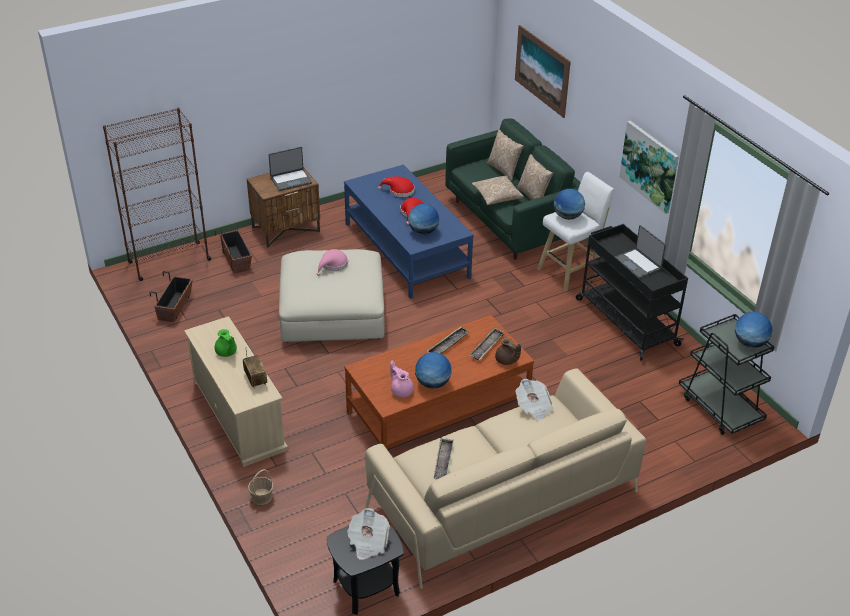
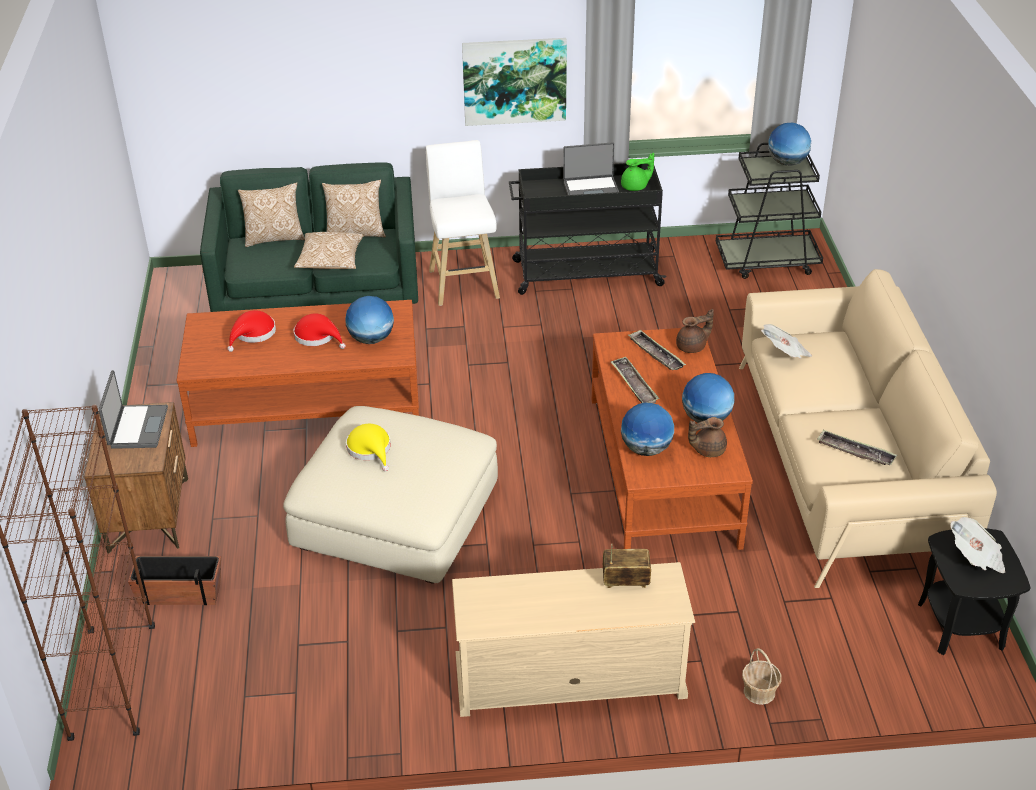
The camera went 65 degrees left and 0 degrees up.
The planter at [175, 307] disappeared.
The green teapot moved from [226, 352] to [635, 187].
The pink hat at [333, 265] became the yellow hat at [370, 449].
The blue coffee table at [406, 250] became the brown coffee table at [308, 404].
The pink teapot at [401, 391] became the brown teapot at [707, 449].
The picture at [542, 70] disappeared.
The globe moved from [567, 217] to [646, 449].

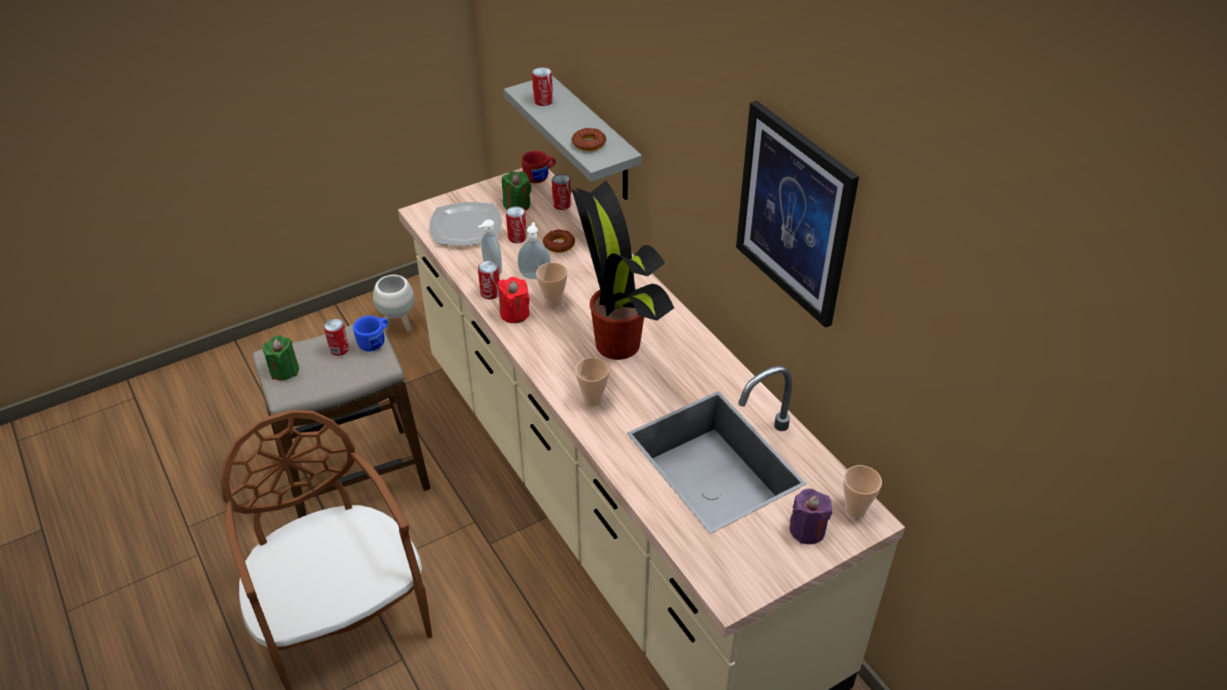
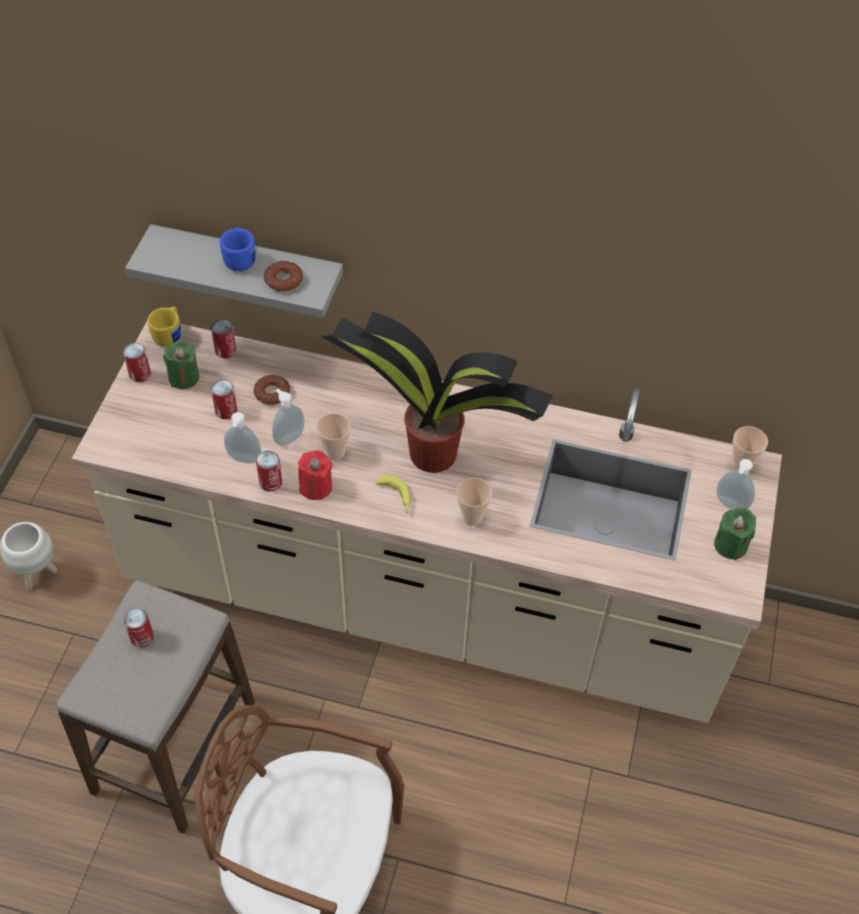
The camera went 45 degrees left and 10 degrees up.
The green candle moved from [284, 370] to [730, 545].
The blue mug moved from [375, 342] to [240, 258].
The plate at [466, 227] disappeared.
The red mug at [540, 177] became the yellow mug at [169, 334].
The can moved from [543, 101] to [140, 374].
The picture at [794, 214] disappeared.
The purple candle at [807, 530] was replaced by the soap dispenser at [730, 505].
The banana at [396, 498] appeared.

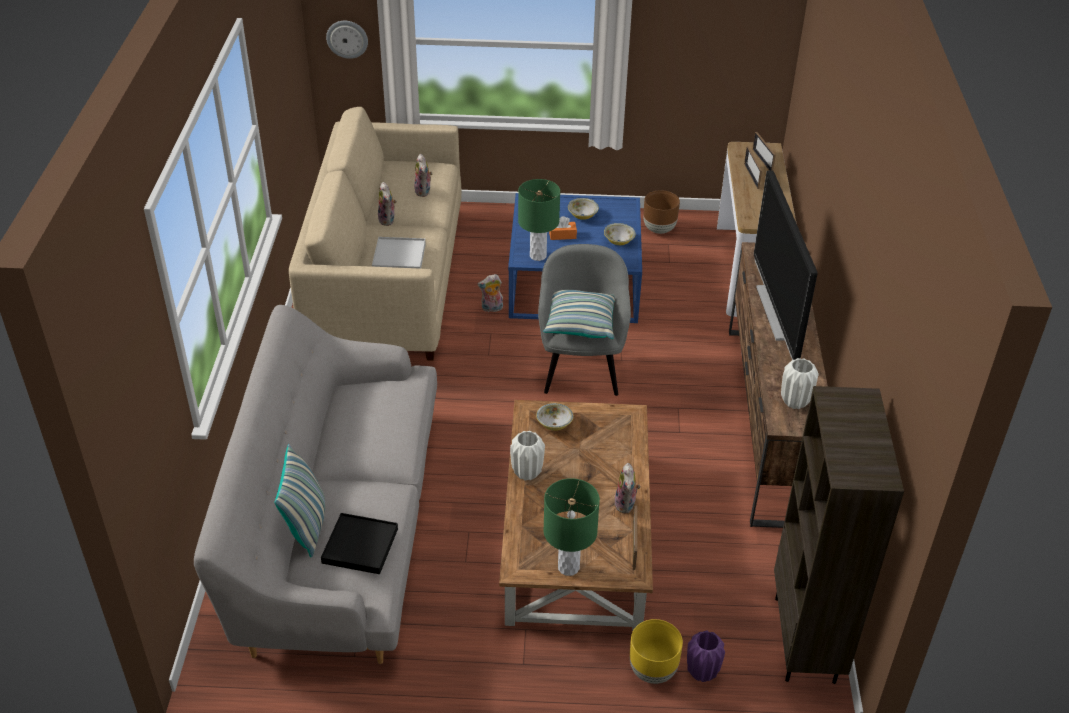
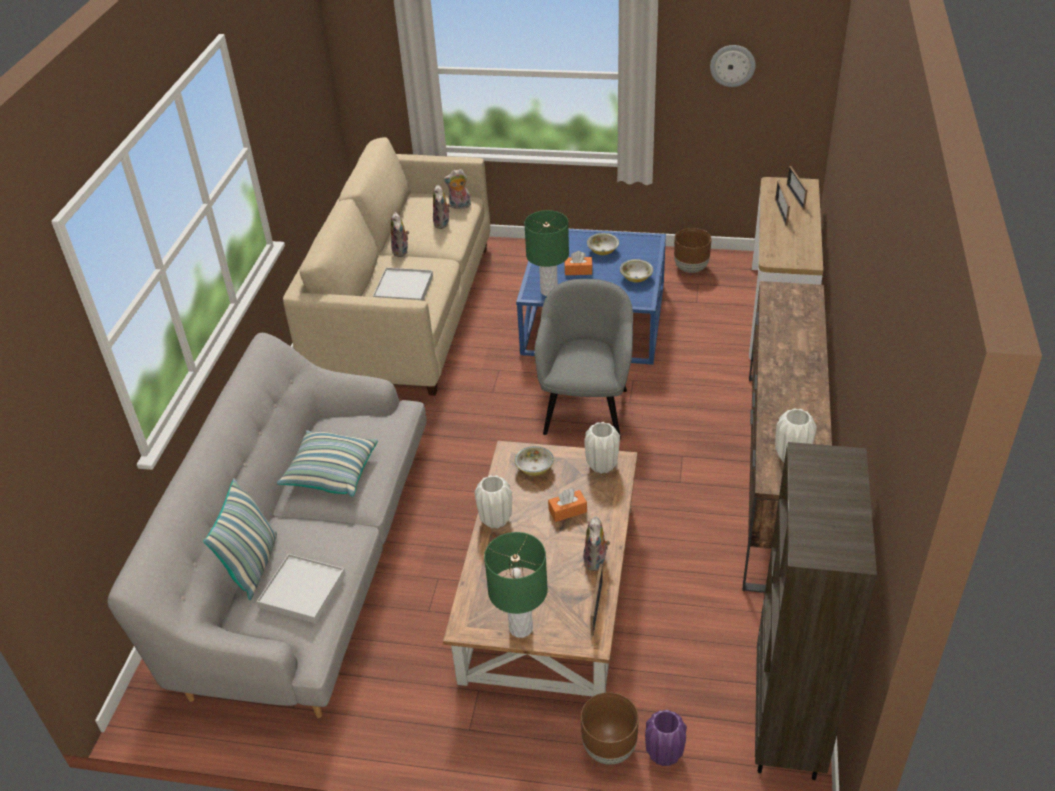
The camera went 10 degrees right and 0 degrees up.
The black tray at [360, 546] became the white tray at [302, 591].
The wall clock moved from [347, 38] to [732, 65].
The plush toy moved from [491, 309] to [459, 206].
The pillow moved from [580, 324] to [331, 473].
The yellow planter at [653, 671] became the brown planter at [610, 748].
The television at [779, 312] disappeared.
The orange tissue box at [567, 511] appeared.
The white vase at [601, 466] appeared.

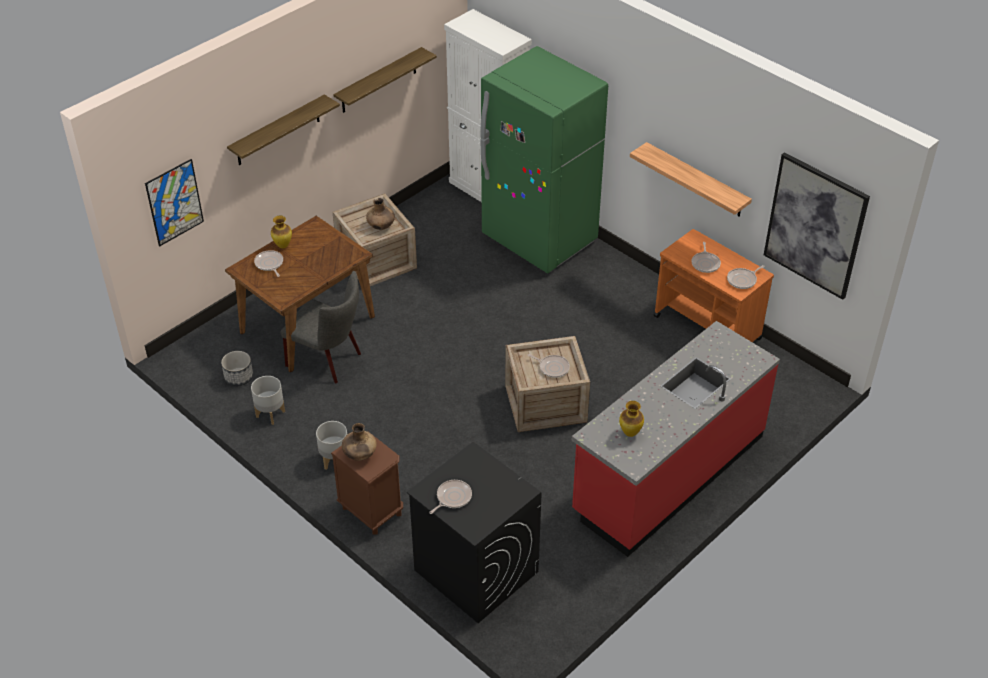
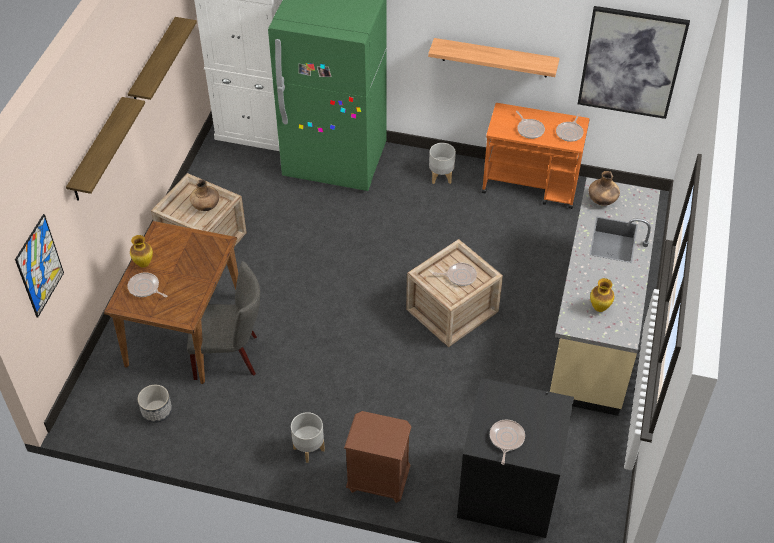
The camera went 30 degrees left and 5 degrees up.
The grey planter moved from [271, 414] to [441, 177].
The brown vase moved from [360, 454] to [602, 200].
The red counter at [668, 474] became the beige counter at [594, 327].

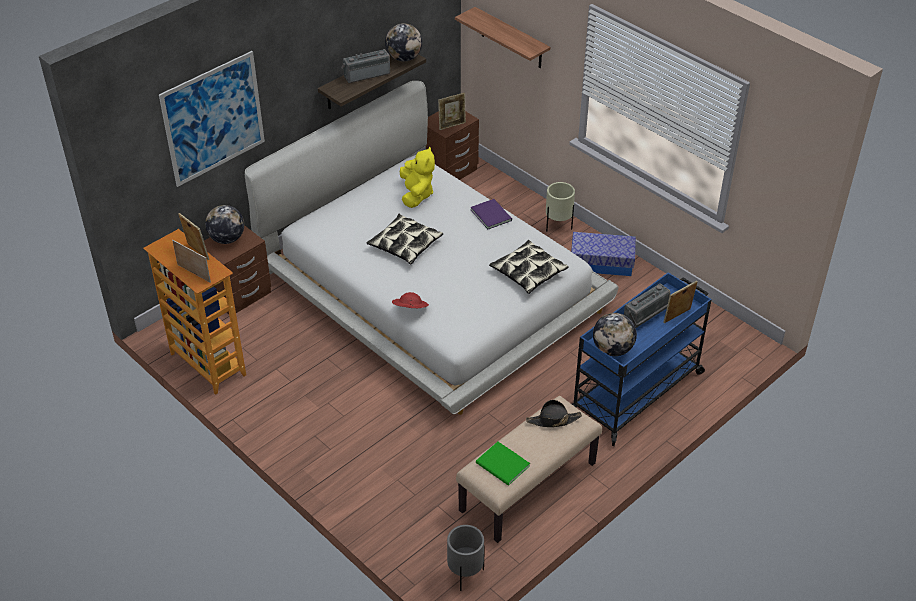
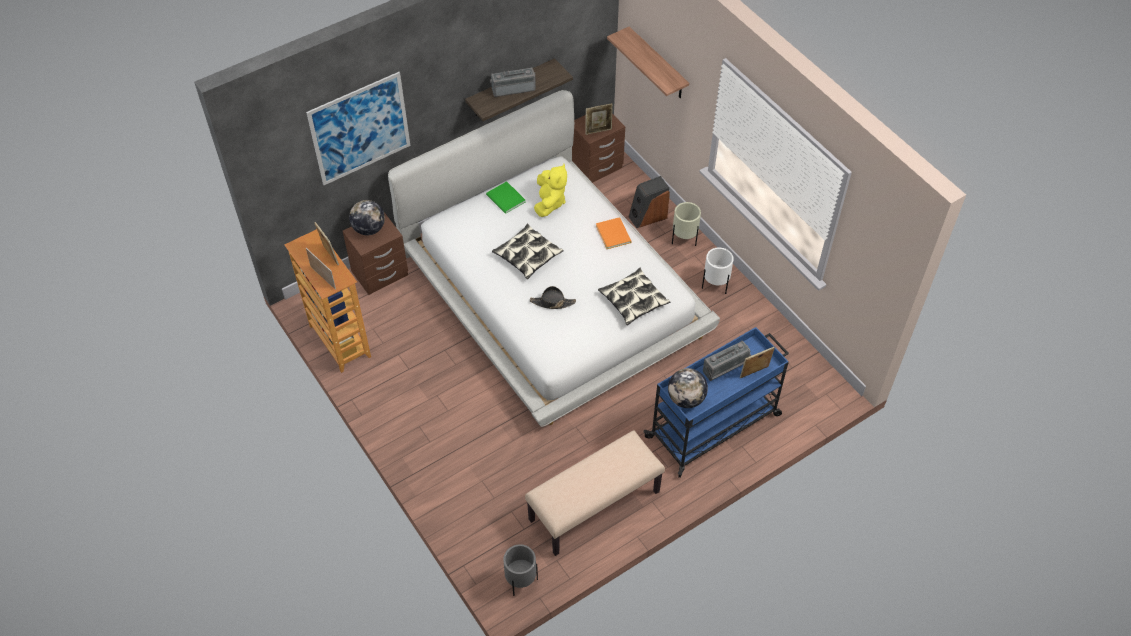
The camera went 10 degrees right and 10 degrees up.
The globe at [404, 58] disappeared.
The red hat at [410, 309] disappeared.
The purple book at [491, 214] became the orange book at [613, 233].
The green book moved from [503, 466] to [505, 199].
The black hat moved from [553, 420] to [552, 302].
The storage box at [601, 263] was replaced by the white planter at [715, 285].
The speaker at [647, 216] appeared.

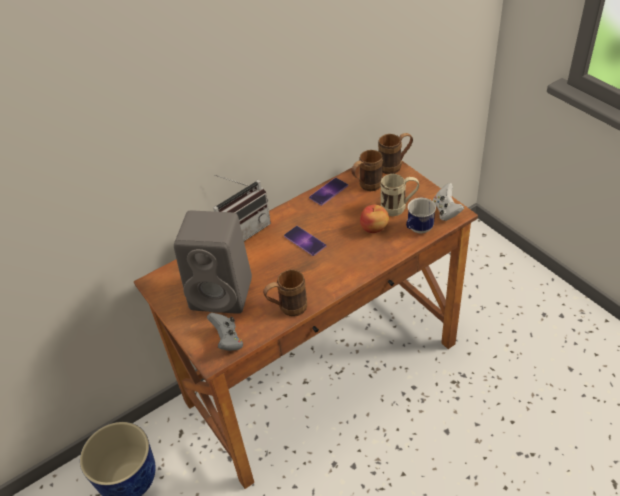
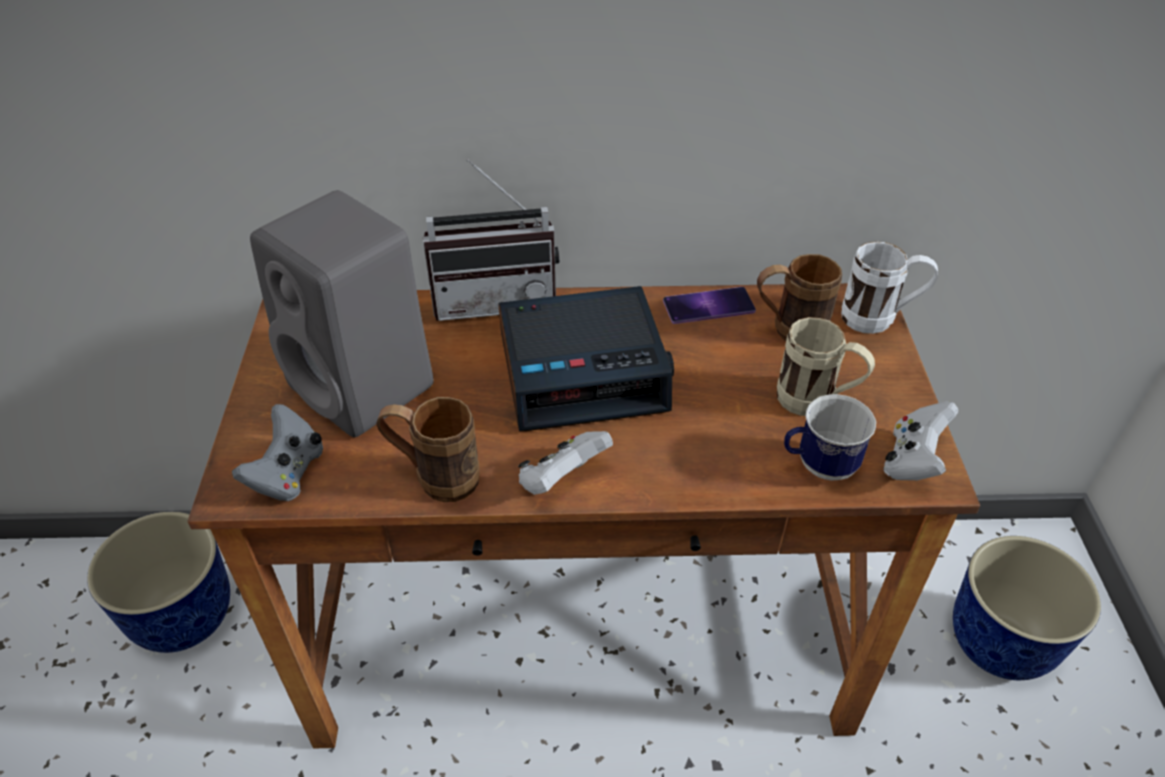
The camera went 30 degrees right and 0 degrees up.
The phone at [304, 241] was replaced by the alarm clock at [584, 371].
The apple at [374, 228] disappeared.
The brown mug at [395, 166] became the white mug at [879, 320].
The white game controller at [562, 480] appeared.
The planter at [999, 643] appeared.

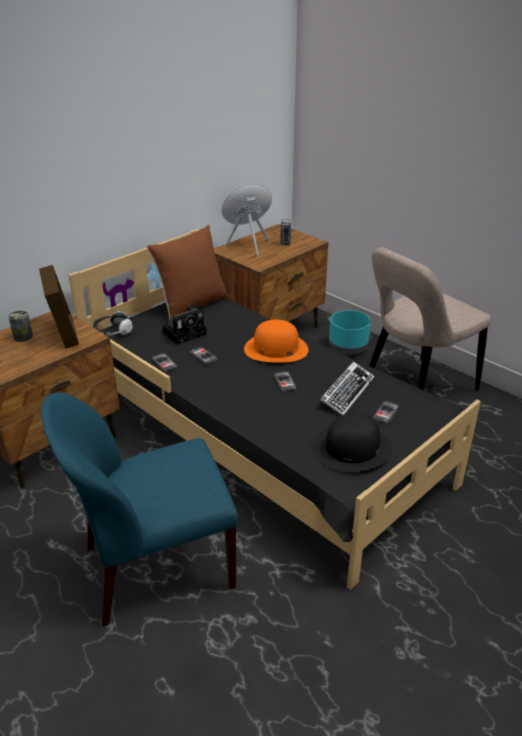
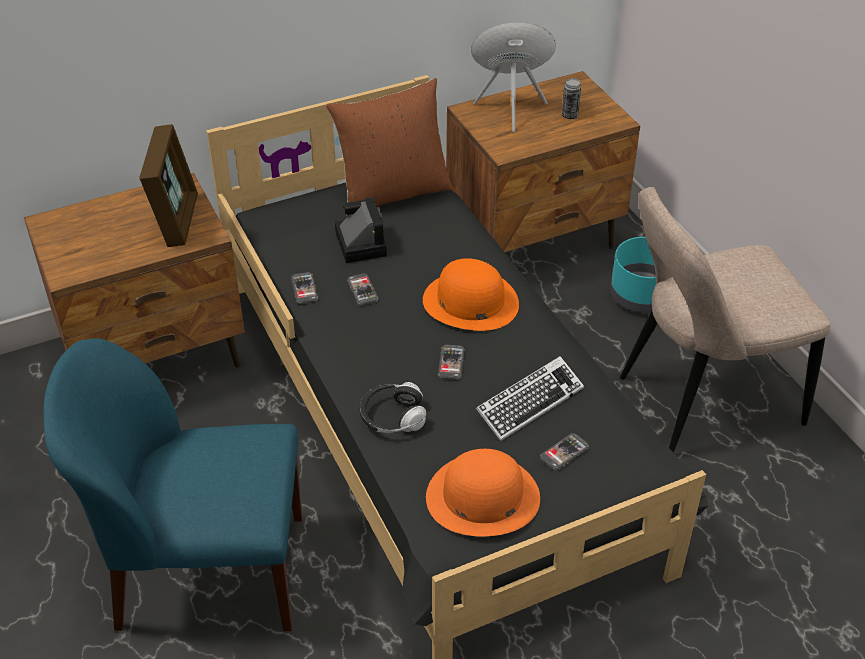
The camera went 20 degrees right and 10 degrees up.
The can at [23, 337] disappeared.
The headphones moved from [112, 331] to [392, 417].
The photo camera at [186, 332] turned 90 degrees counterclockwise.
The black hat at [352, 448] became the orange hat at [482, 497].

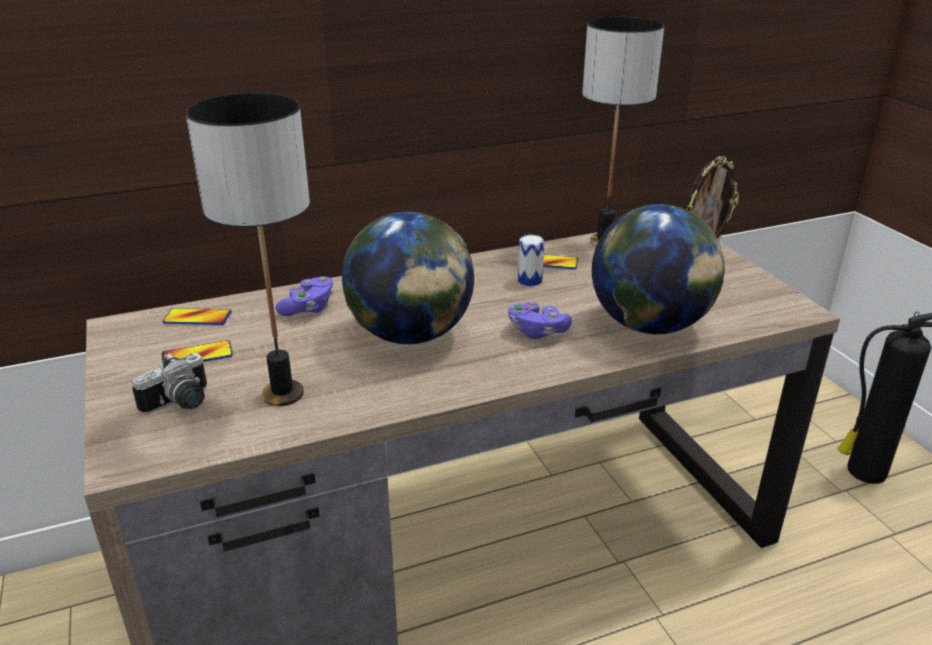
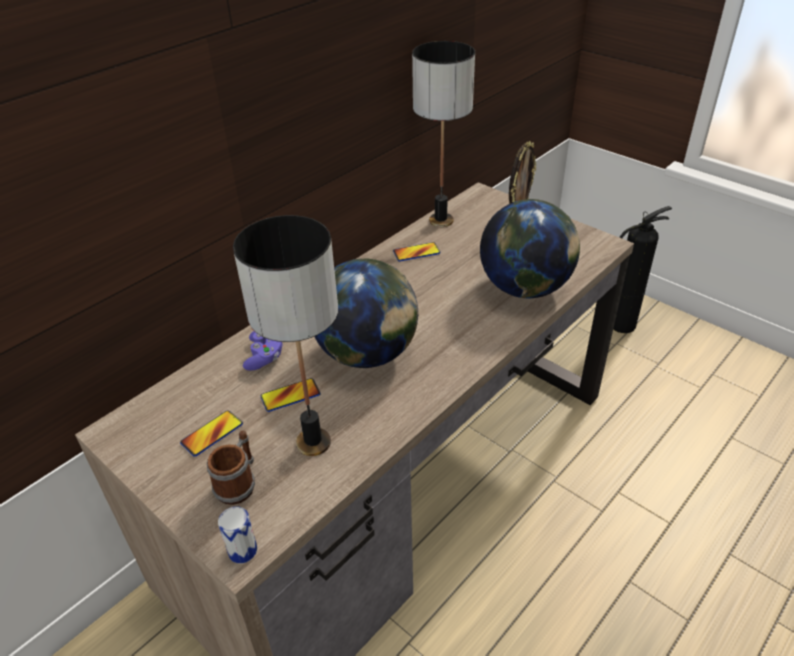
The camera went 25 degrees left and 10 degrees up.
The photo camera at [180, 404] was replaced by the mug at [239, 483].
The phone moved from [197, 318] to [290, 396].
The purple game controller at [537, 331] disappeared.
The can moved from [530, 281] to [242, 550].

